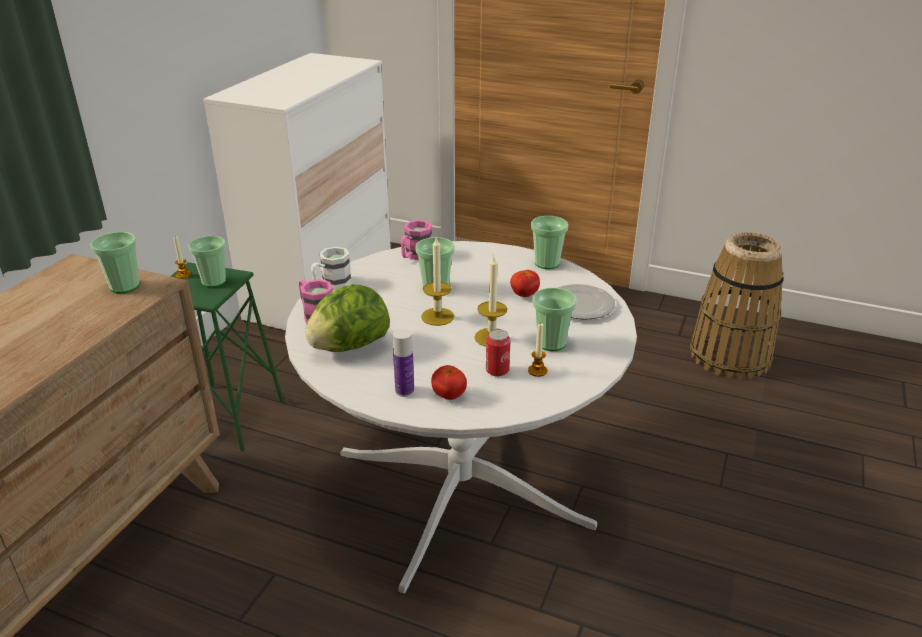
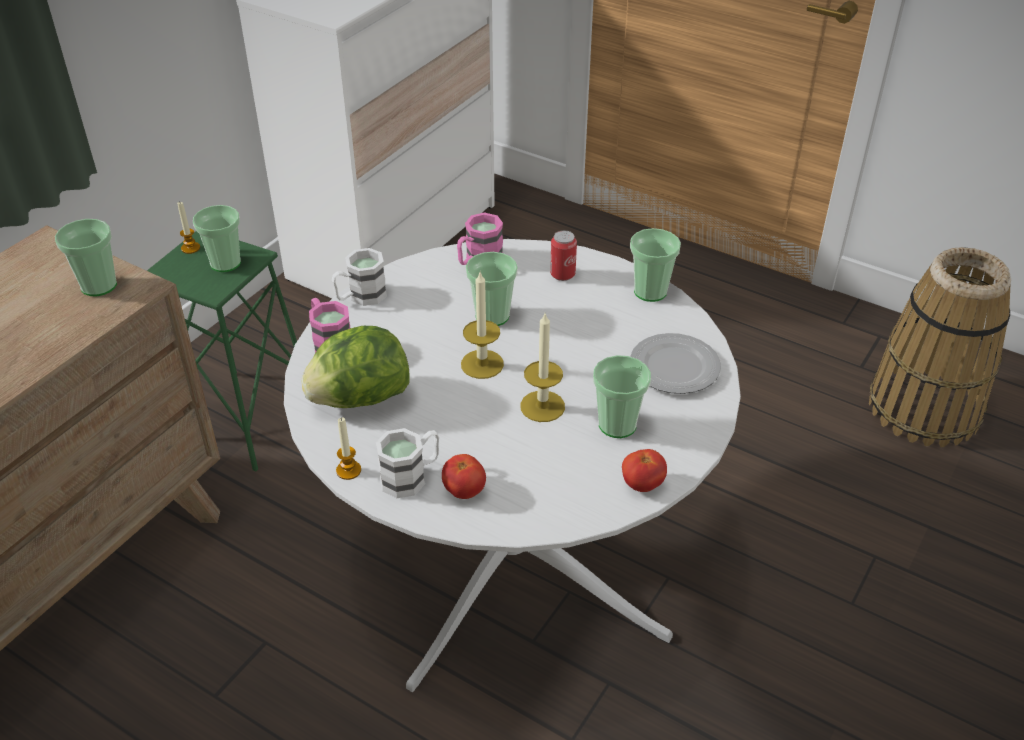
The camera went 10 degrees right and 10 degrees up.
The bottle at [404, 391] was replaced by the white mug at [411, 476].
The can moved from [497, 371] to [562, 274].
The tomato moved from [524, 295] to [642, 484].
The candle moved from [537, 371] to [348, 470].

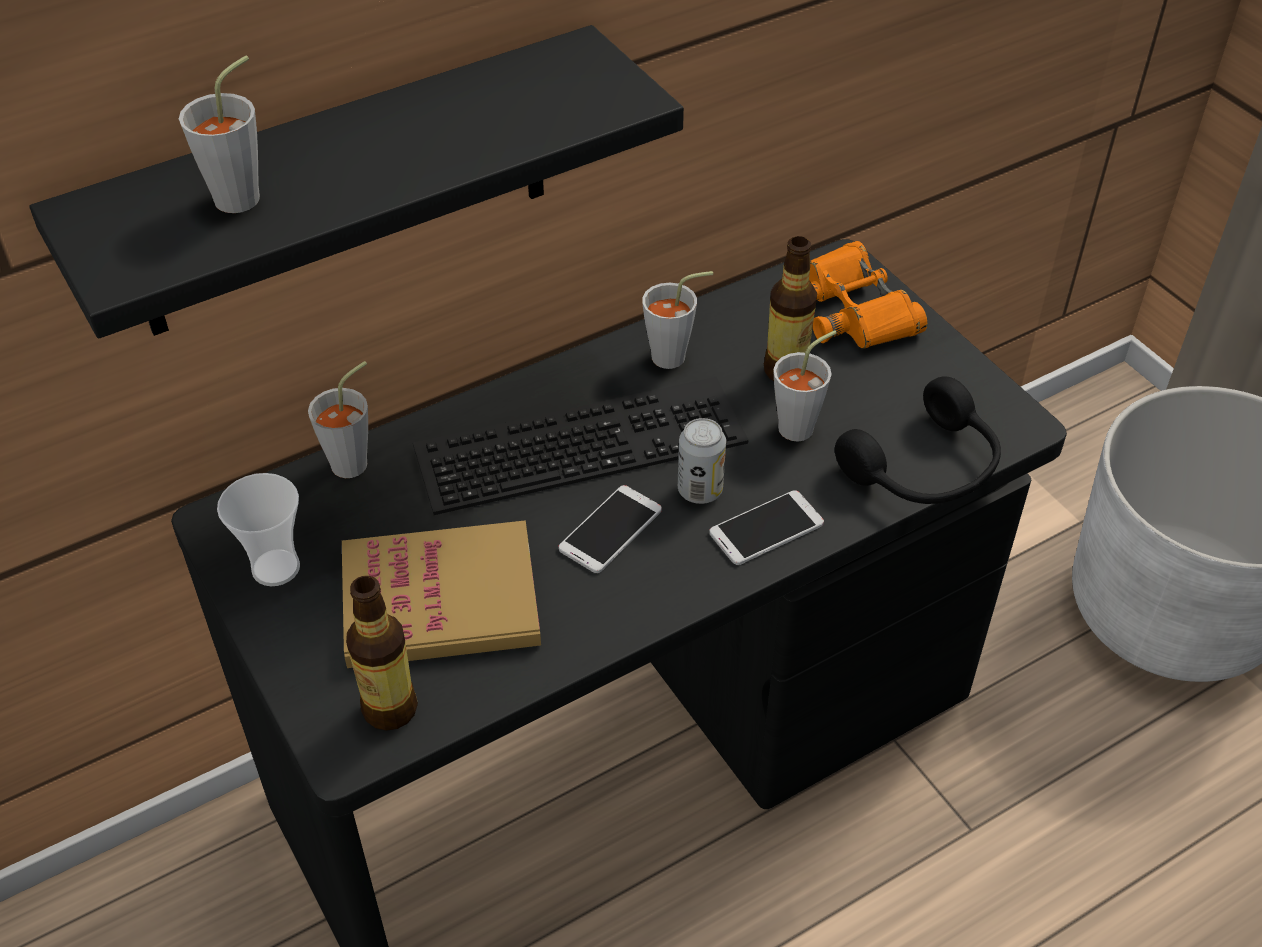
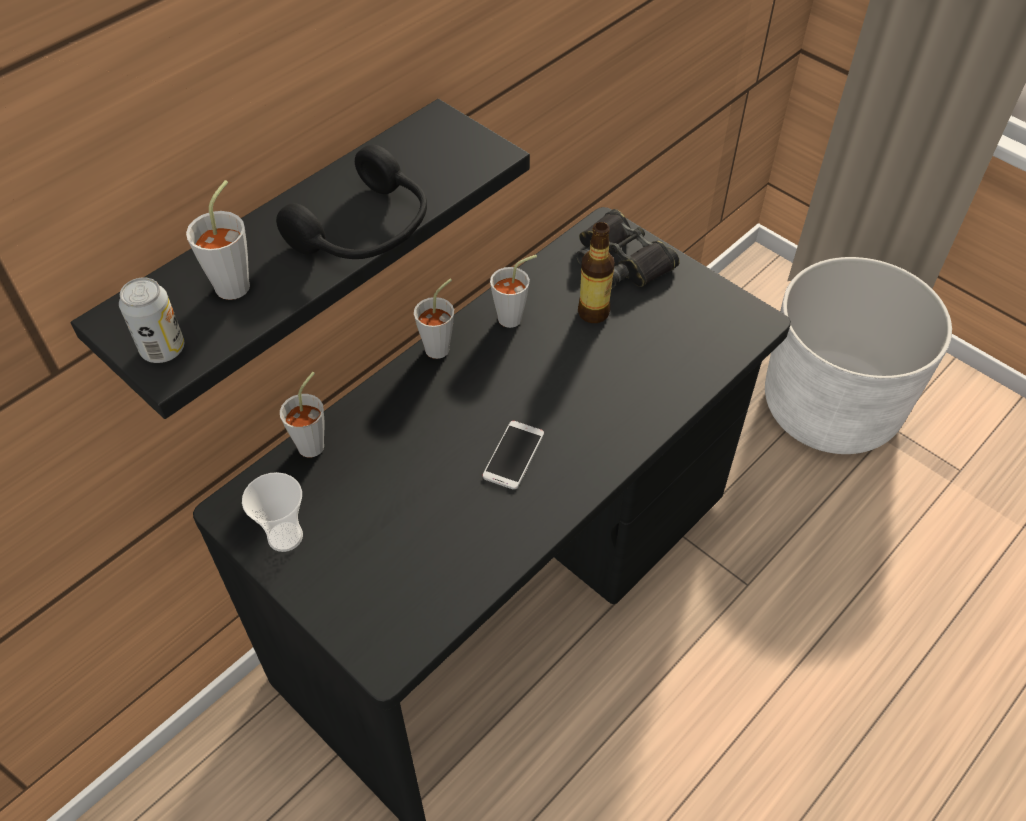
The camera went 15 degrees left and 5 degrees up.
The book at [440, 600] disappeared.
The bottle at [390, 709] disappeared.
The keyboard at [582, 439] disappeared.
The can moved from [700, 490] to [163, 349].
The phone at [766, 528] disappeared.
The grey cup moved from [802, 425] to [441, 345].
The orange binoculars at [851, 310] became the black binoculars at [622, 259].
The black headphones moved from [925, 469] to [366, 231].

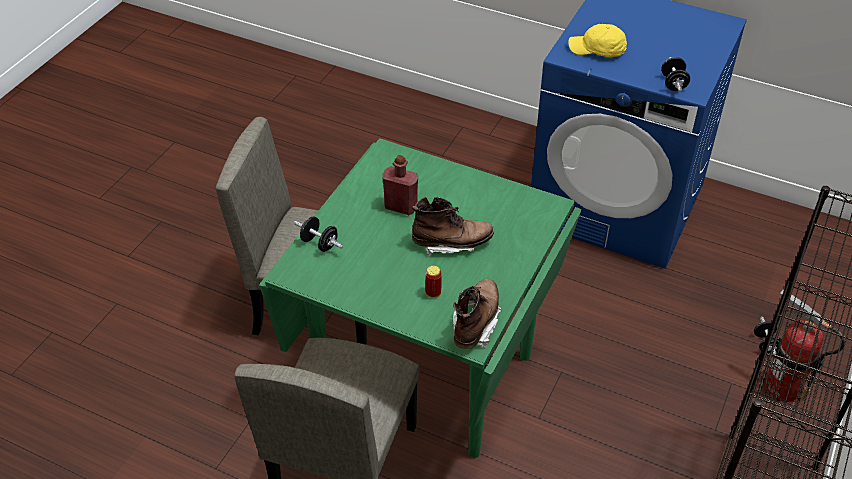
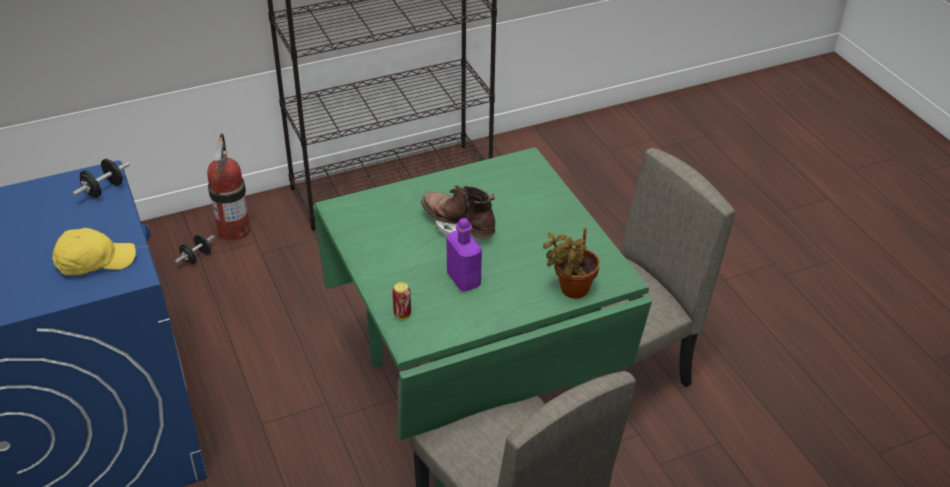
The camera went 140 degrees left and 5 degrees down.
The black dumbbell at [319, 243] was replaced by the potted plant at [571, 290].
The red bottle at [401, 207] became the purple bottle at [463, 279].
The can moved from [433, 293] to [402, 315].
The brown boot at [475, 323] disappeared.
The yellow cap at [597, 50] turned 75 degrees counterclockwise.

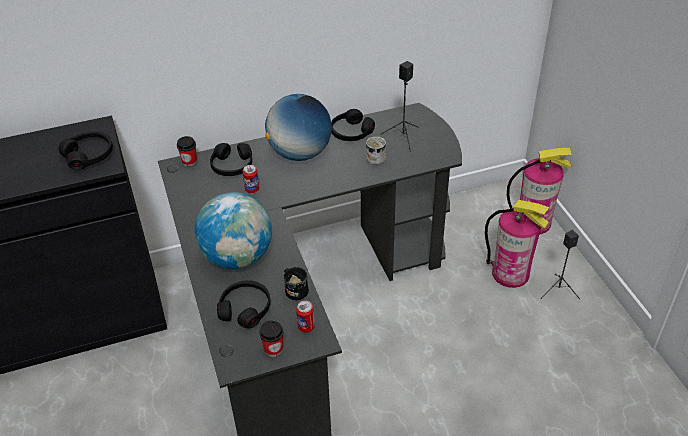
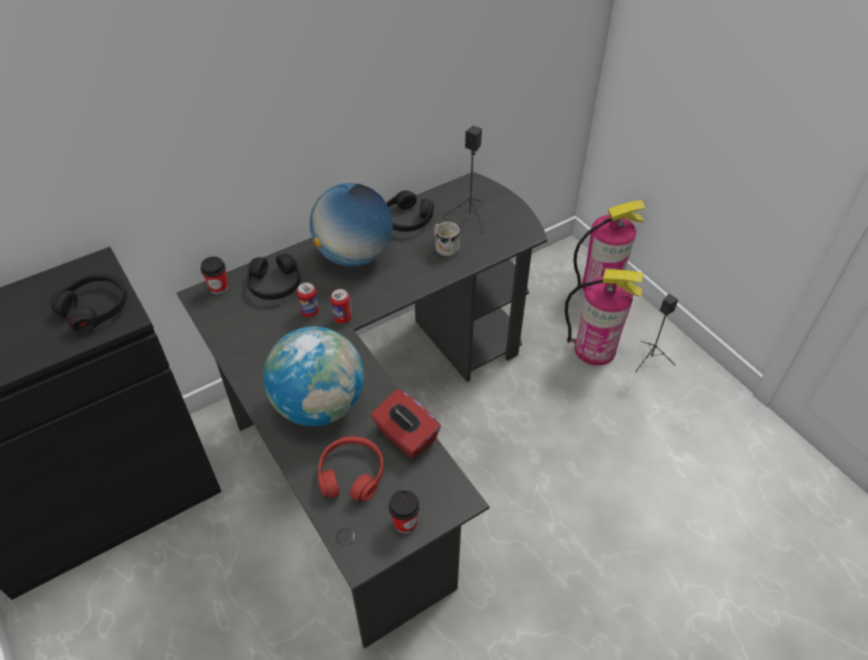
The camera went 15 degrees left and 5 degrees up.
The black headphones at [245, 308] became the red headphones at [351, 474].
The black mug at [295, 290] was replaced by the red tissue box at [405, 436].
The can moved from [306, 327] to [342, 318].

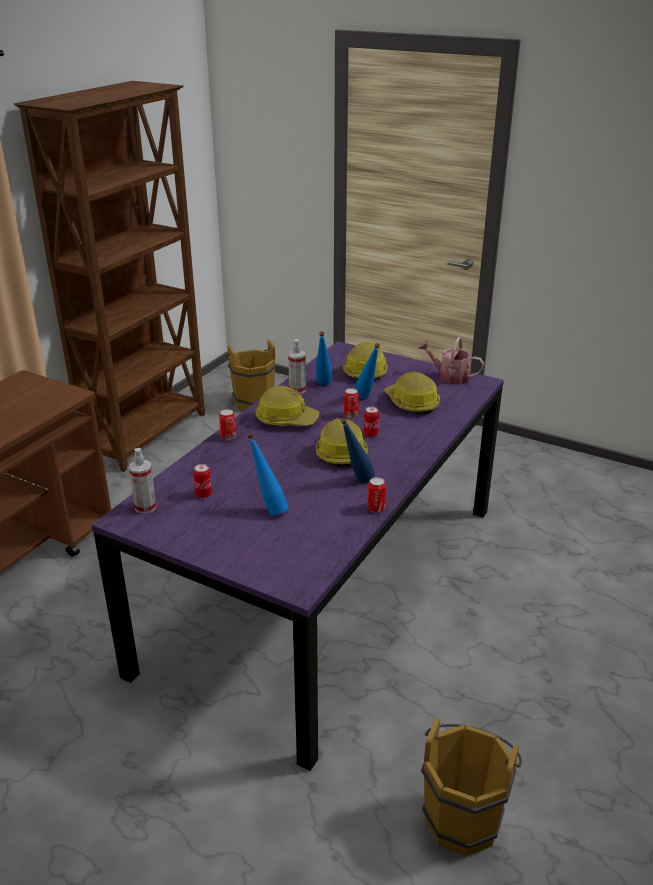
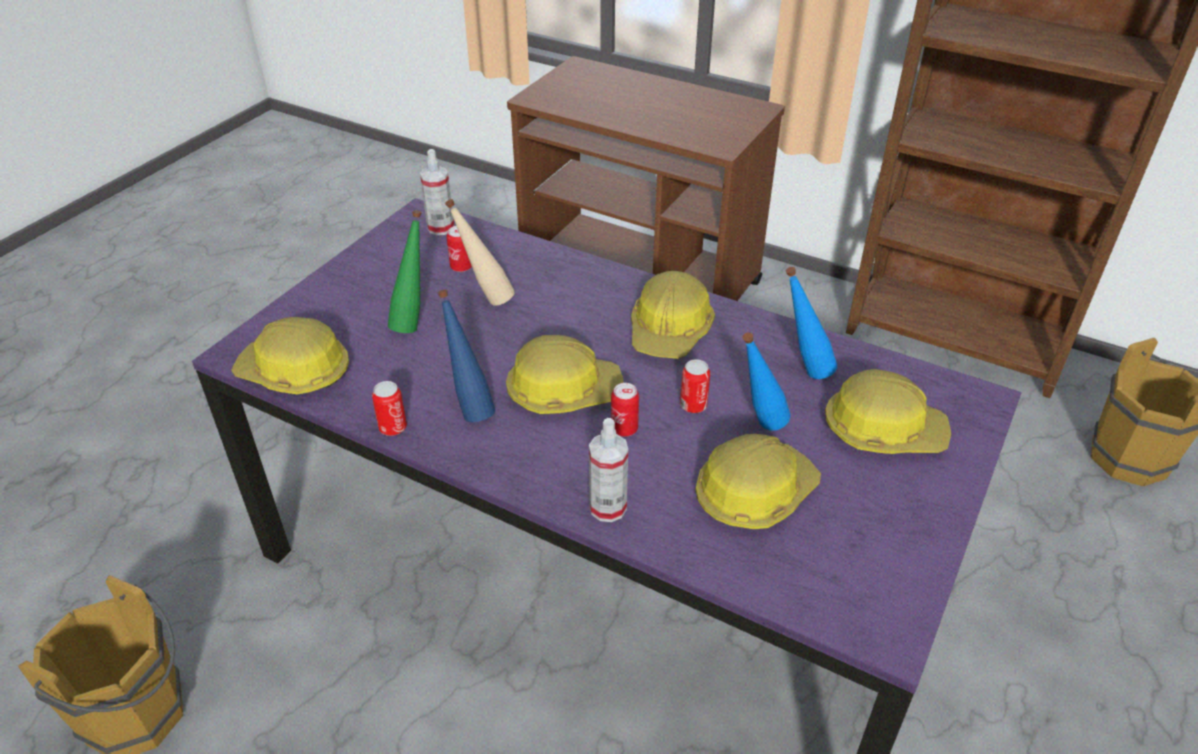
The camera went 90 degrees right and 10 degrees up.
The can at [228, 437] disappeared.
The blue bottle at [269, 509] became the green bottle at [414, 322].
The spray bottle moved from [297, 390] to [608, 508].
The watering can at [449, 377] disappeared.
The hard hat at [295, 372] appeared.
The beige bottle at [485, 299] appeared.

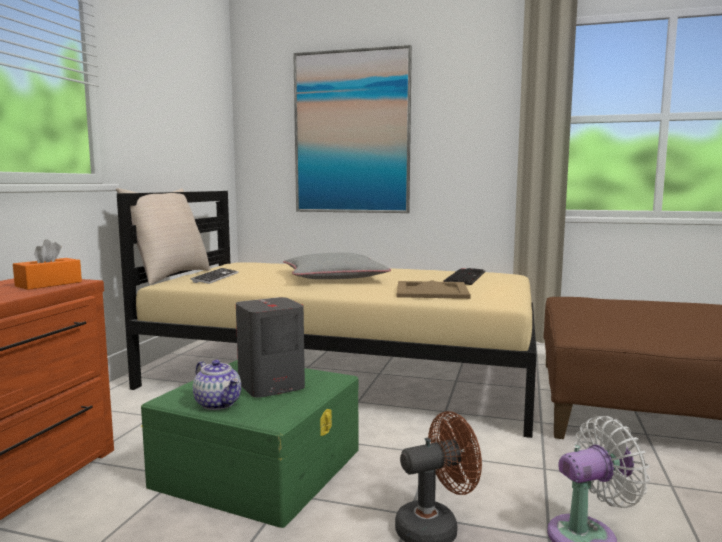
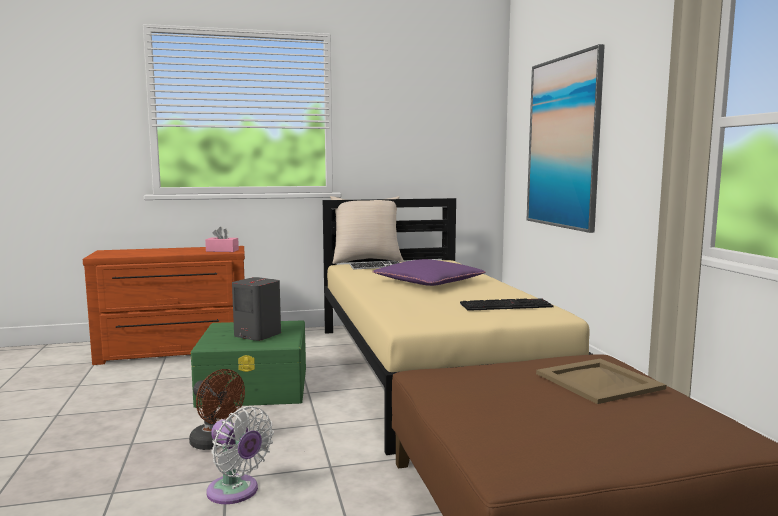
The camera went 60 degrees right and 0 degrees up.
The orange tissue box at [49, 284] became the pink tissue box at [222, 250].
The teapot at [218, 403] disappeared.
The grey pillow at [334, 277] became the purple pillow at [428, 282].
The beige tray moved from [432, 291] to [598, 381].

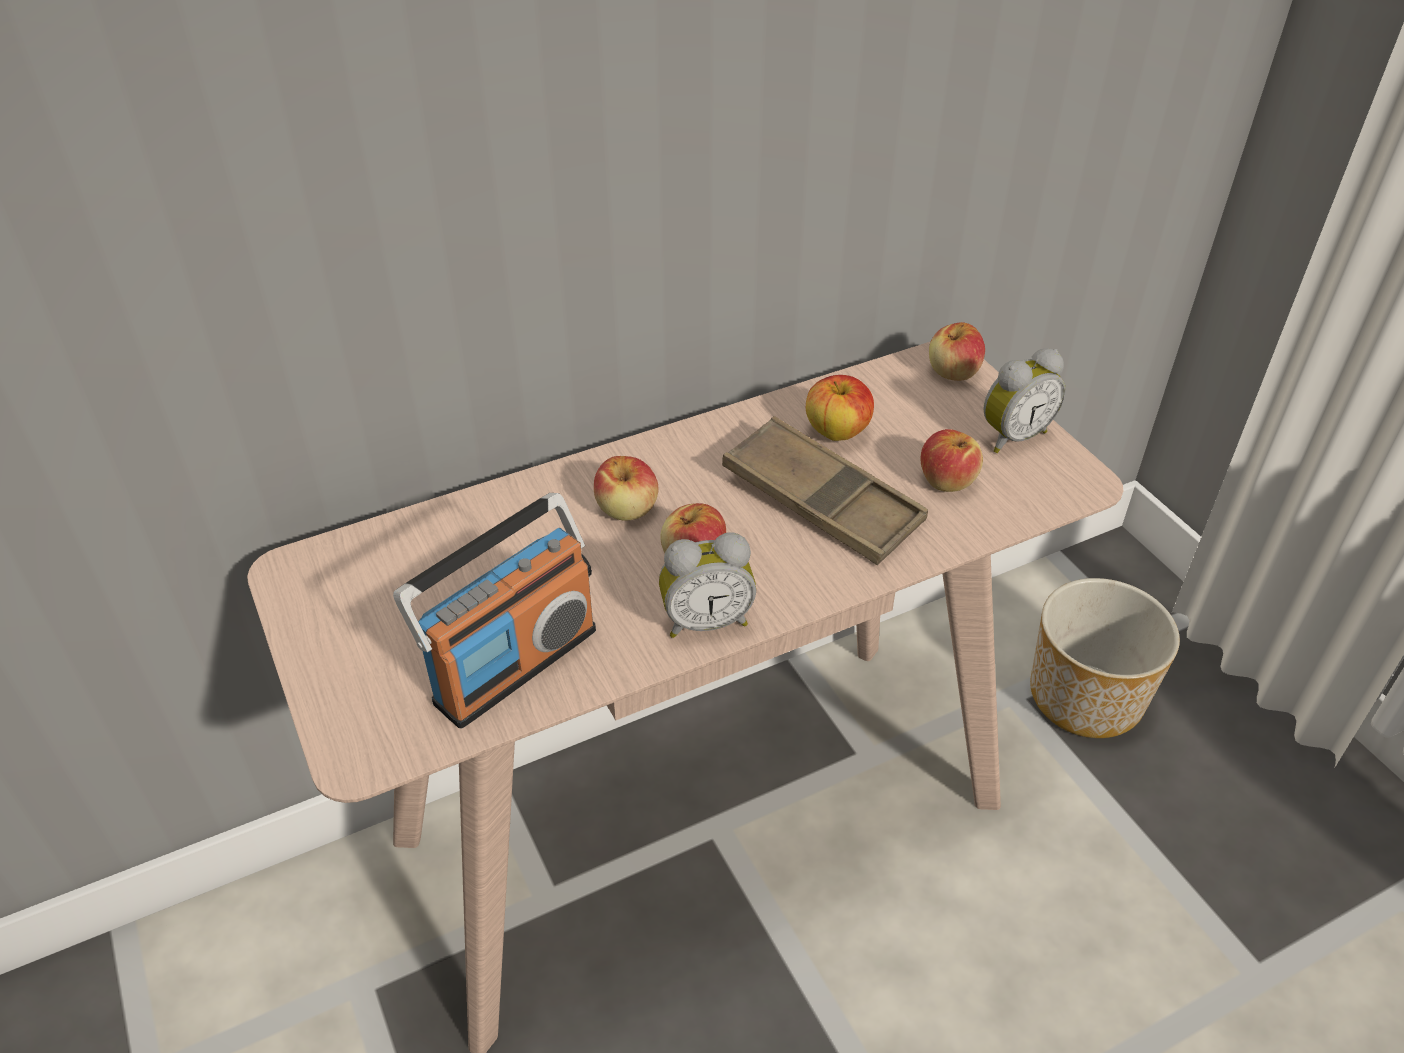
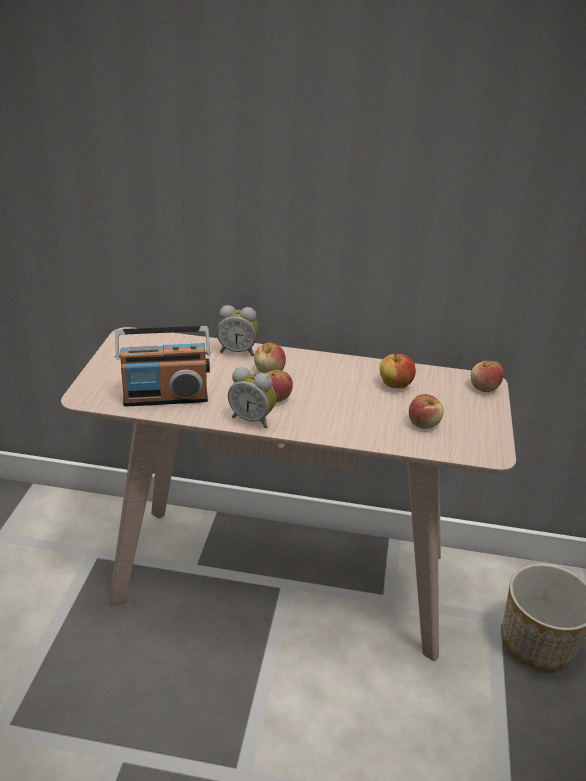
The camera went 35 degrees right and 10 degrees down.
The brown tray at [822, 501] disappeared.
The alarm clock moved from [1012, 436] to [238, 351].

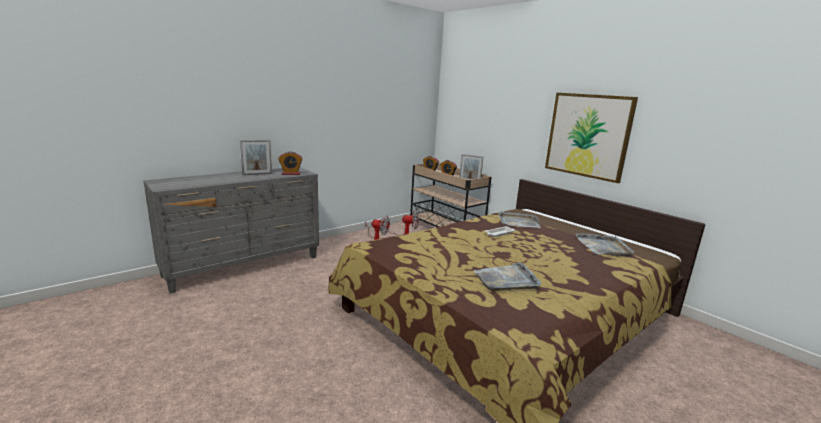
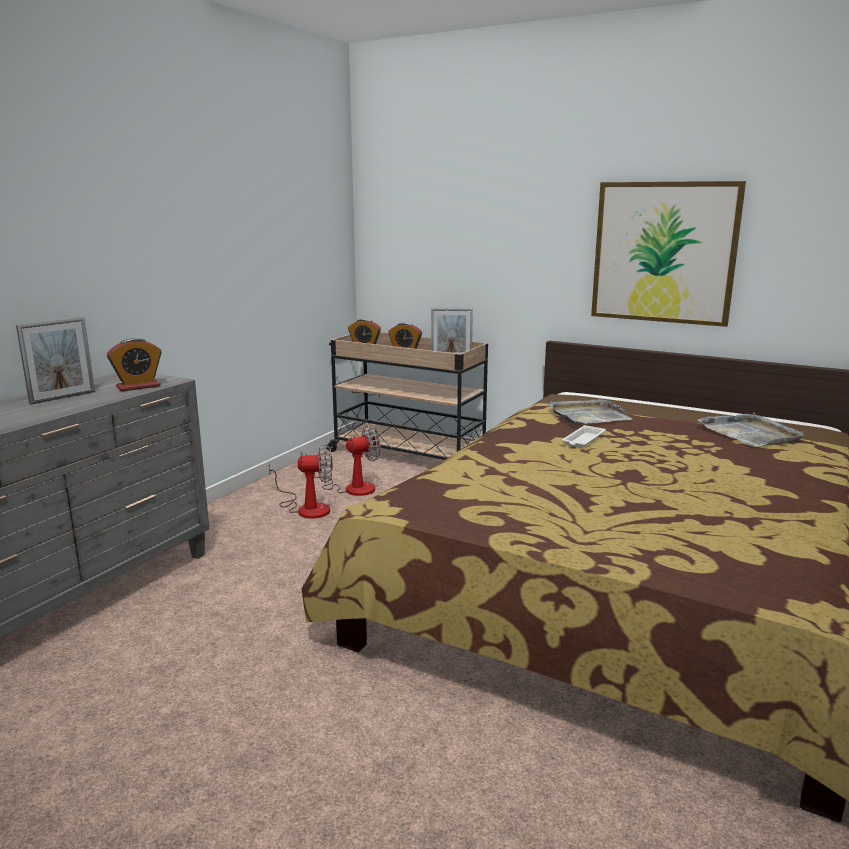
The camera went 20 degrees left and 0 degrees up.
The grey tray at [506, 279] disappeared.

